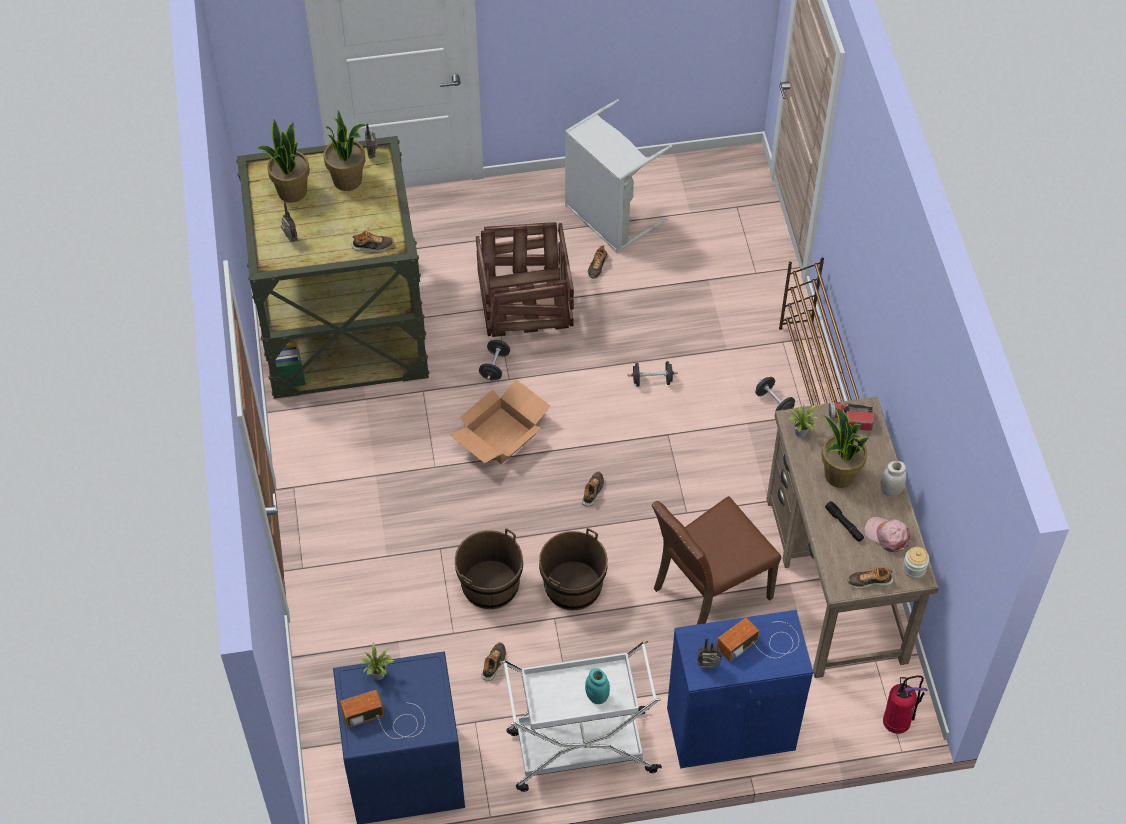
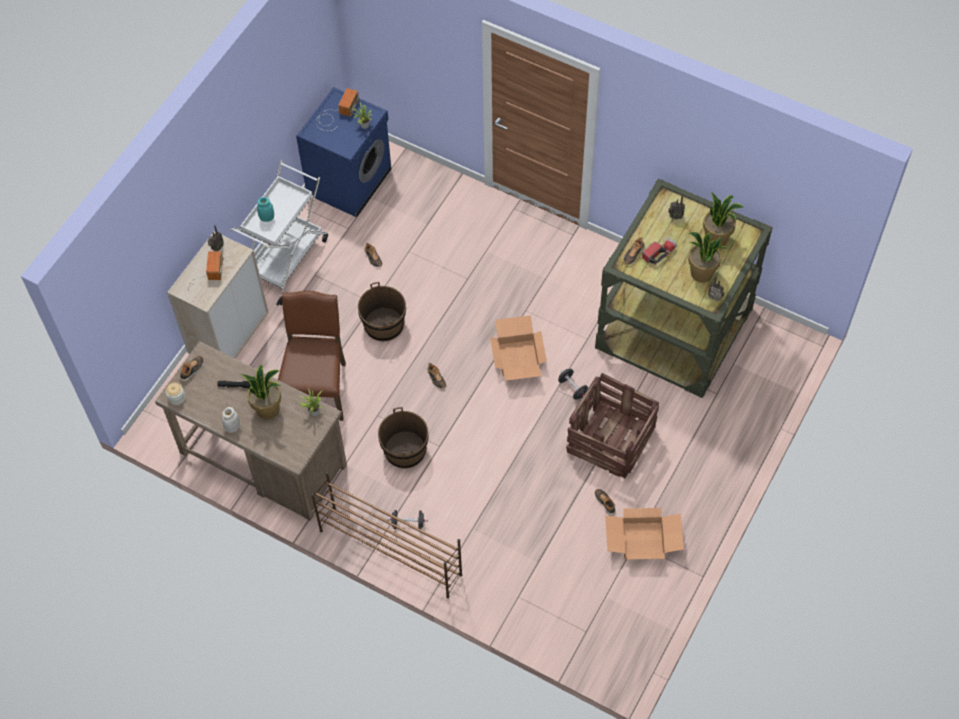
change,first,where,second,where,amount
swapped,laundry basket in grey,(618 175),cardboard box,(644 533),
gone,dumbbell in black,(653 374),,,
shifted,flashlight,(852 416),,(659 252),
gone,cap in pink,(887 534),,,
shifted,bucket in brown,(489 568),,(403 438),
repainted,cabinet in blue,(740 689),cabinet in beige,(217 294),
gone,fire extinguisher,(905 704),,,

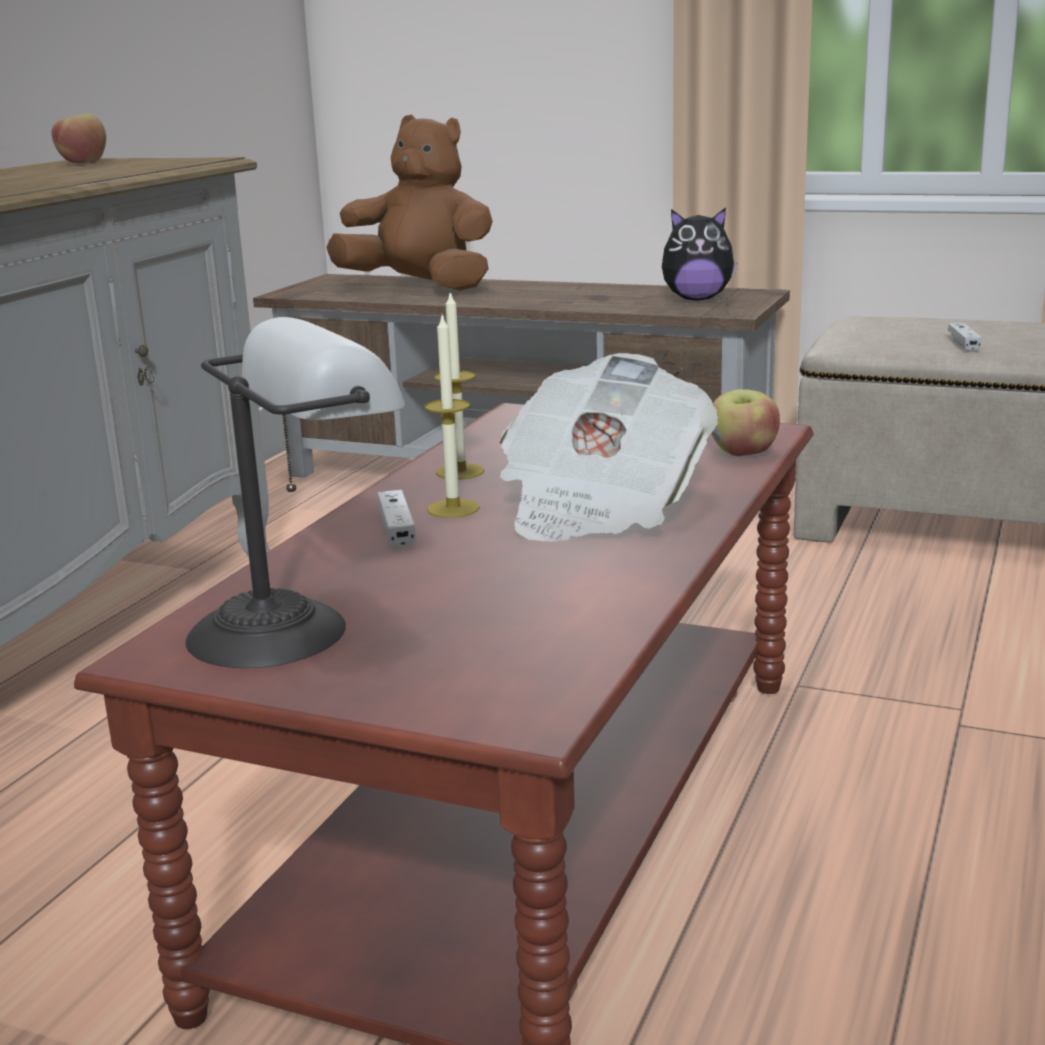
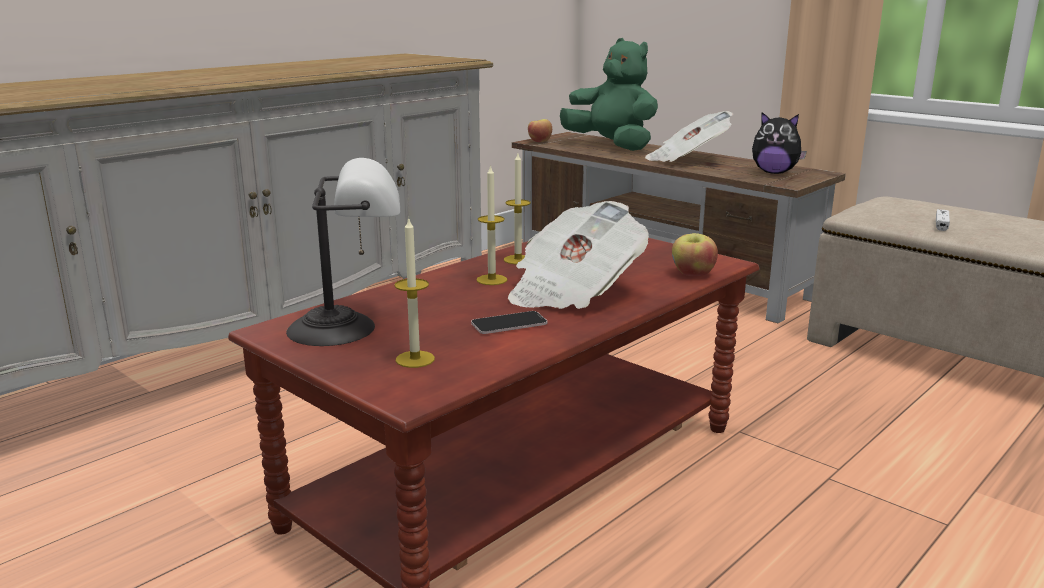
change,first,where,second,where,amount
shifted,apple,(79 138),,(540 130),
repainted,plush toy in brown,(409 202),plush toy in green,(609 94),
gone,game controller in white,(397 519),,,
new,,,newspaper,(689 136),
new,,,candle,(414 292),
new,,,phone,(509 322),

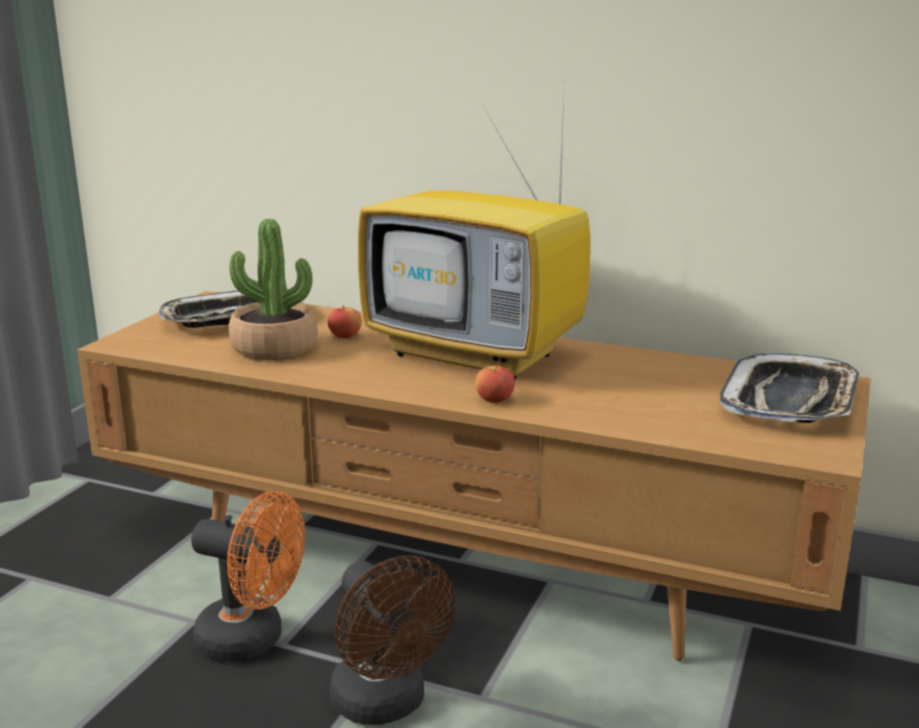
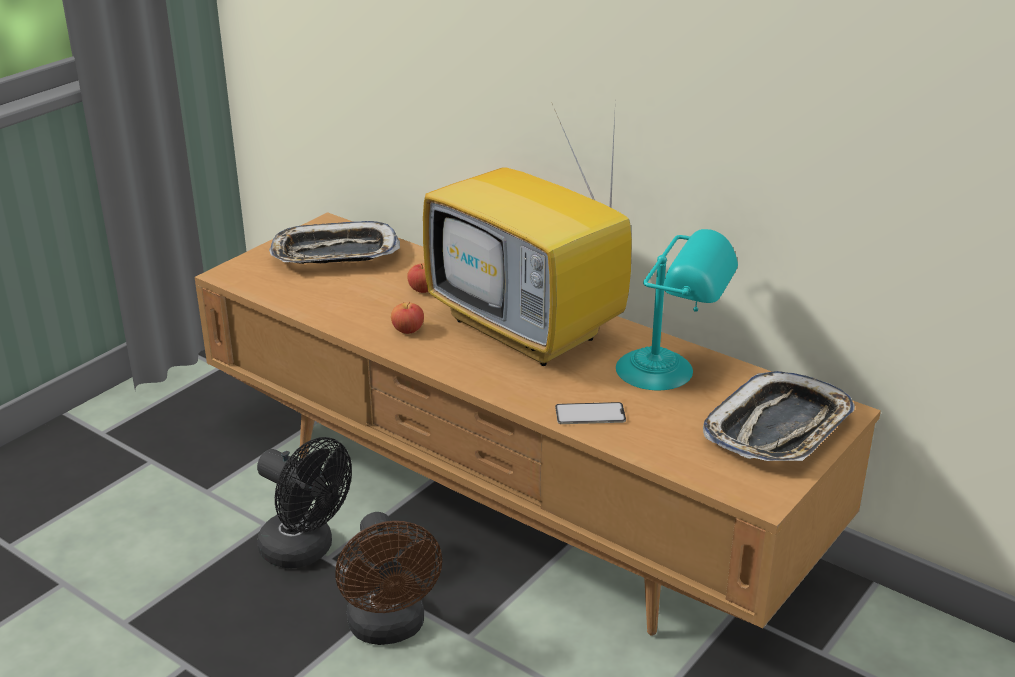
change,first,where,second,where,amount
gone,potted plant,(273 289),,,
shifted,apple,(495 383),,(407 318),
repainted,fan in orange,(248 576),fan in black,(304 503),
new,,,table lamp in turquoise,(677 309),
new,,,phone,(590 413),

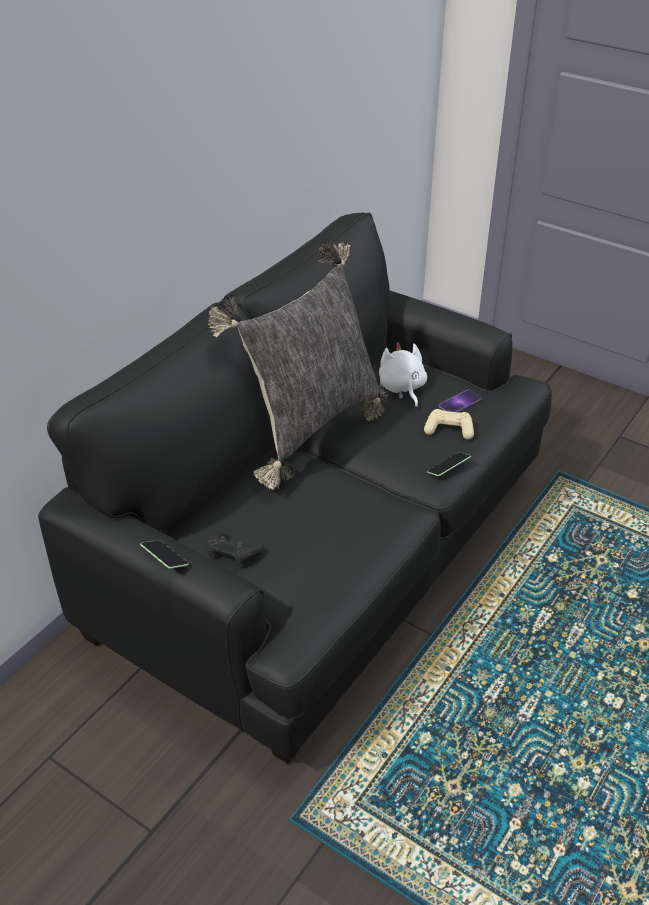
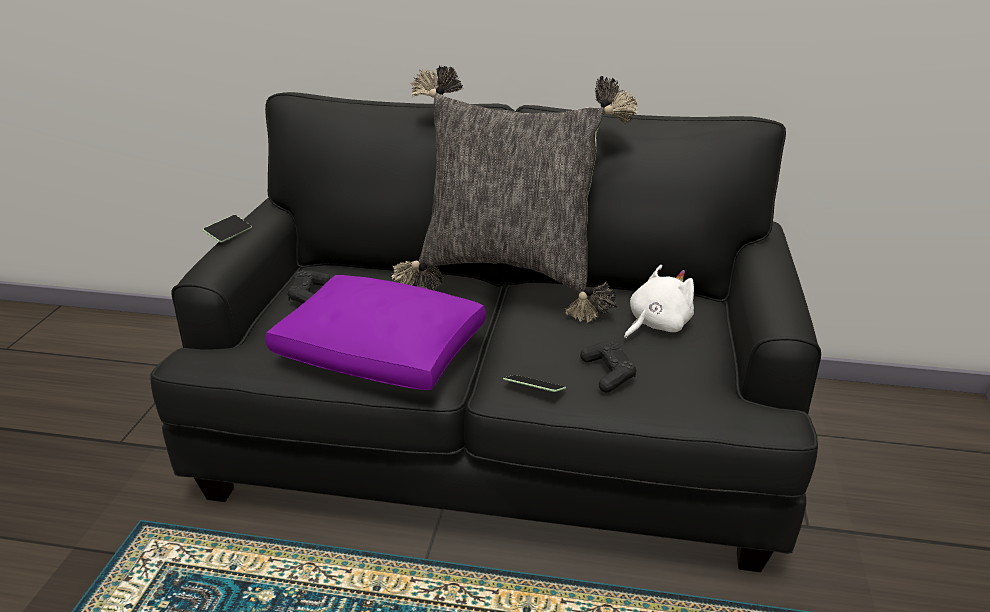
change,first,where,second,where,amount
gone,phone,(460 400),,,
repainted,game controller in beige,(449 424),game controller in black,(608 367),
new,,,pillow in purple,(375 332),

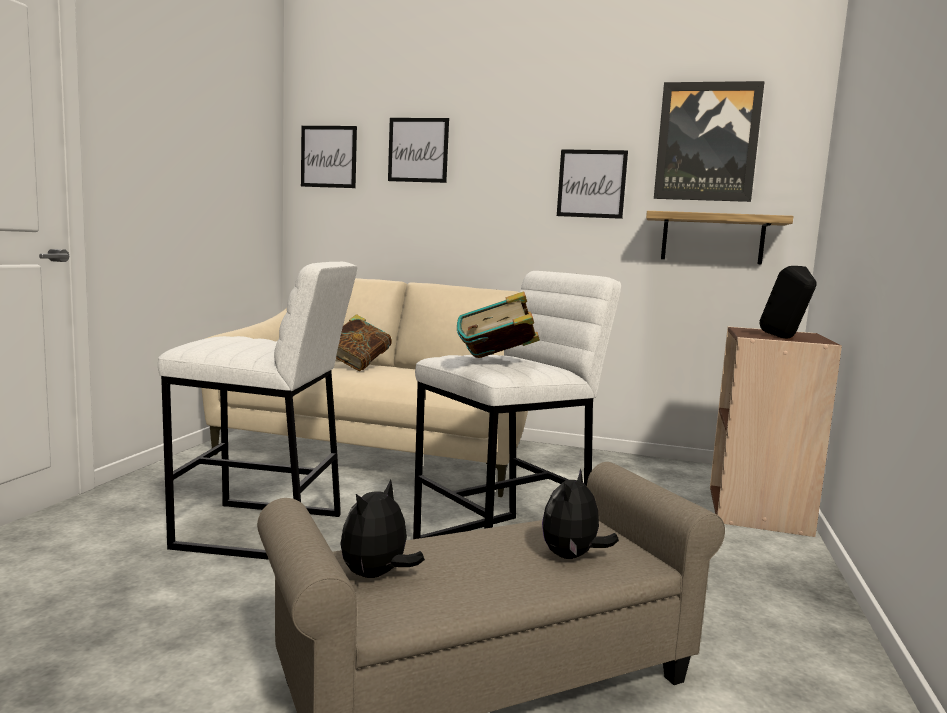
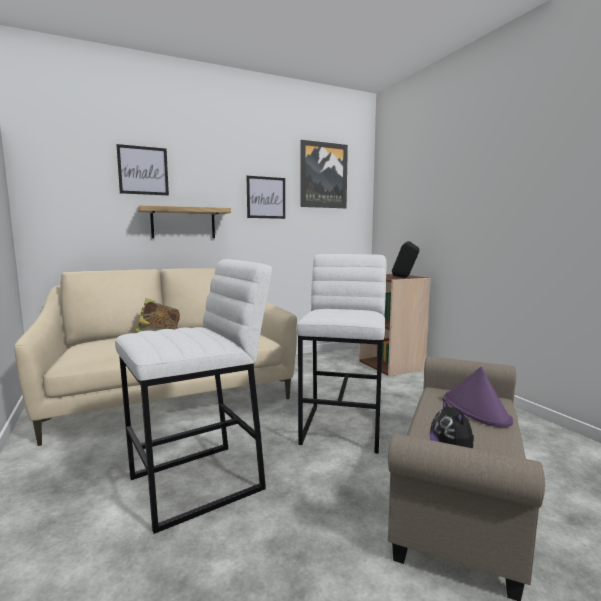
change,first,where,second,where,amount
gone,picture,(329 157),,,
shifted,shelf,(719 237),,(184 221),
gone,book,(498 324),,,
swapped,plush toy,(580 514),hat in purple,(479 397),

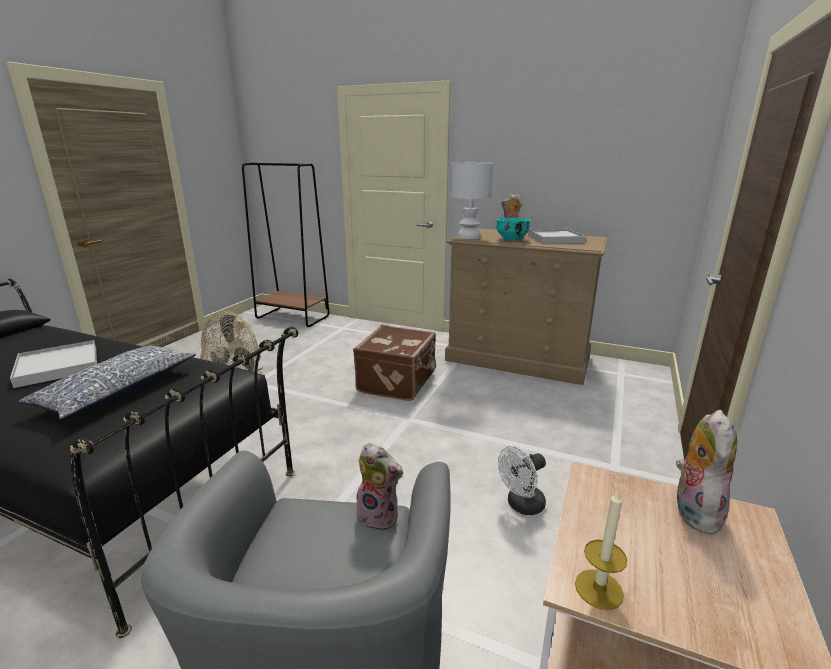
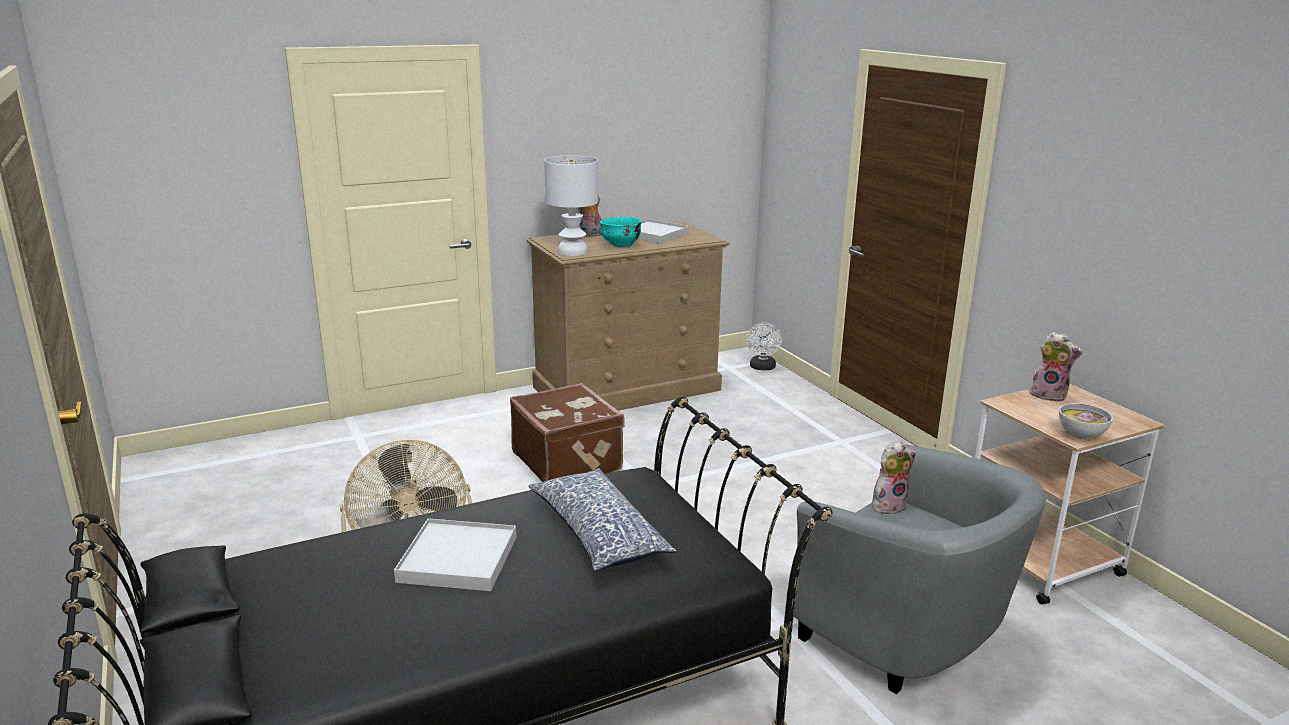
change,first,where,second,where,amount
gone,clothes rack,(286 245),,,
rotated,plush toy,(706 474),,(1056 367),150 degrees clockwise
shifted,fan in white,(522 480),,(764 346),
swapped,candle,(601 549),bowl,(1086 421),

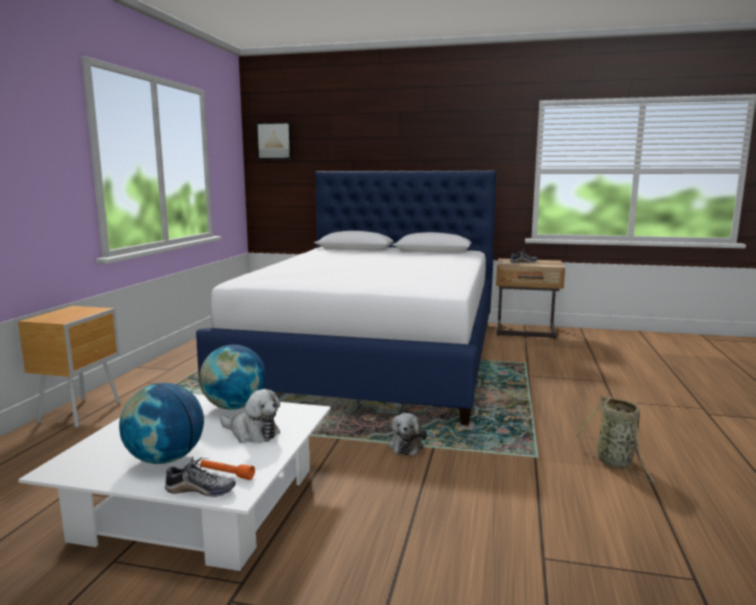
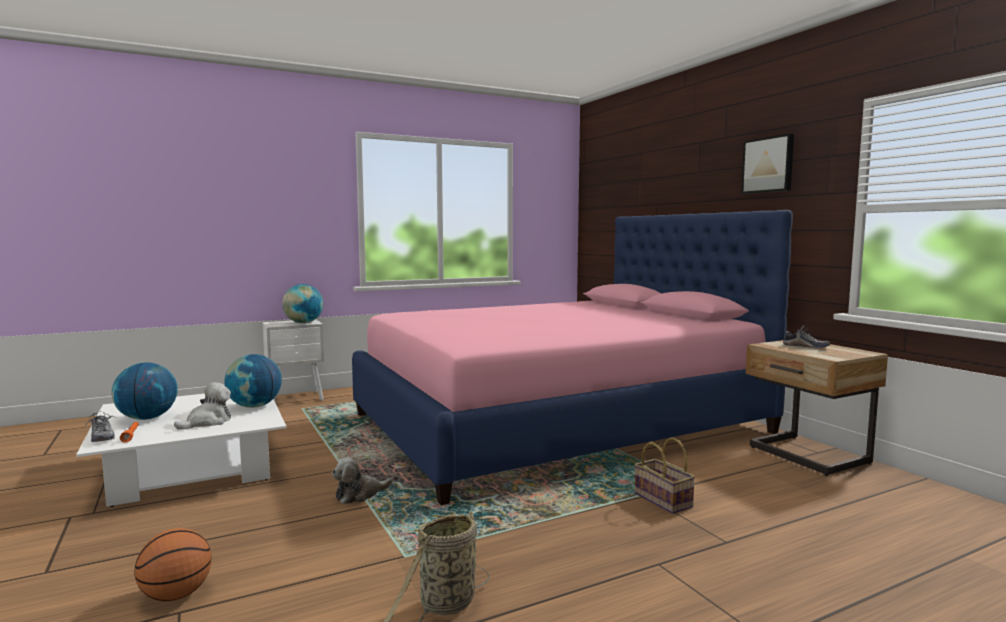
change,first,where,second,where,amount
shifted,picture,(274 141),,(767 164),
repainted,bed in white,(346 297),bed in pink,(572 357),
repainted,nightstand in brown,(69 367),nightstand in white,(293 361),
rotated,plush toy,(250 416),,(202 406),135 degrees counterclockwise
new,,,globe,(302 303),
new,,,basket,(664 476),
new,,,basketball,(173 565),

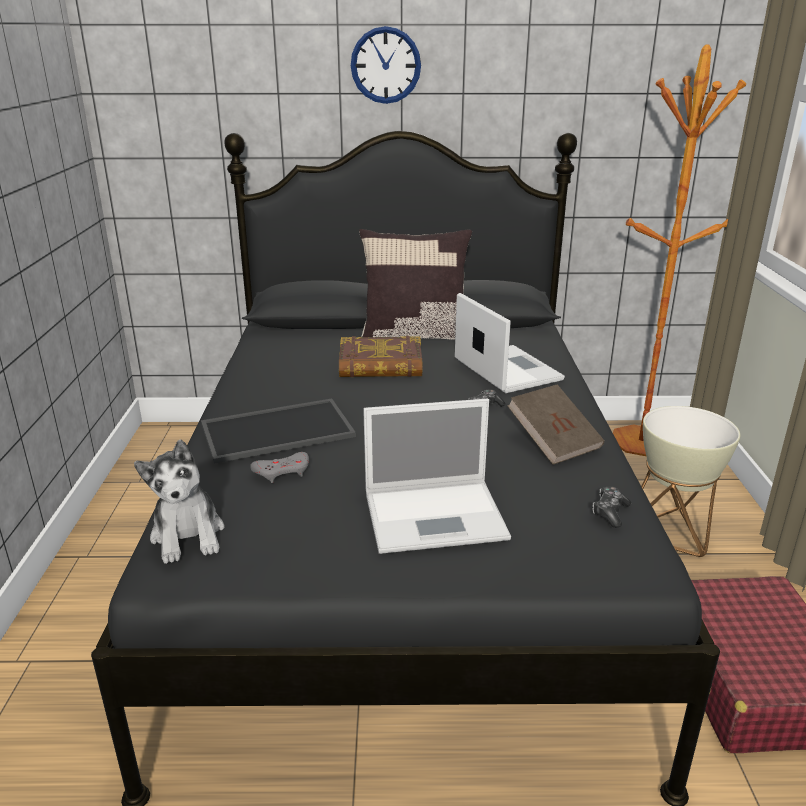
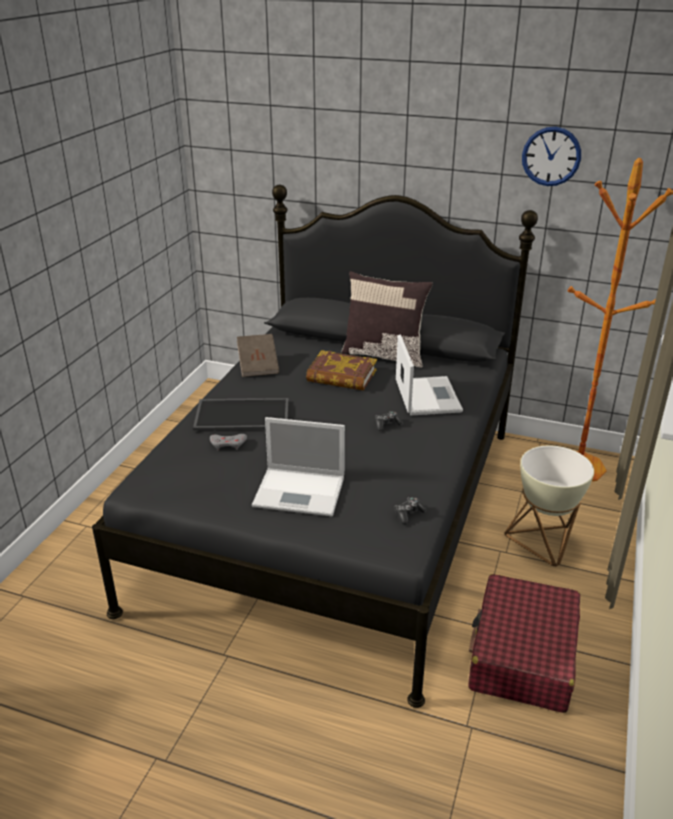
change,first,where,second,where,amount
shifted,wall clock,(386 65),,(551 156),
shifted,book in brown,(556 425),,(258 355),
gone,plush toy,(179 501),,,

